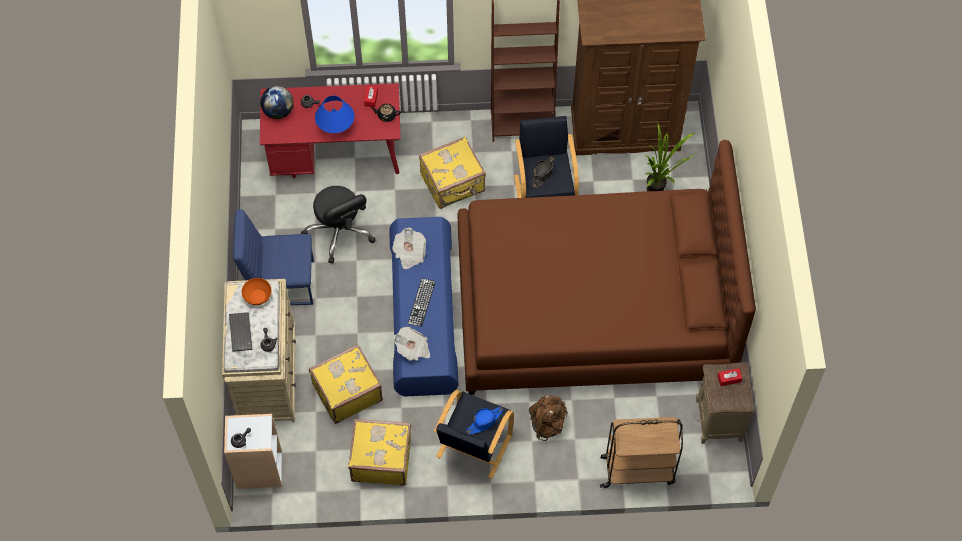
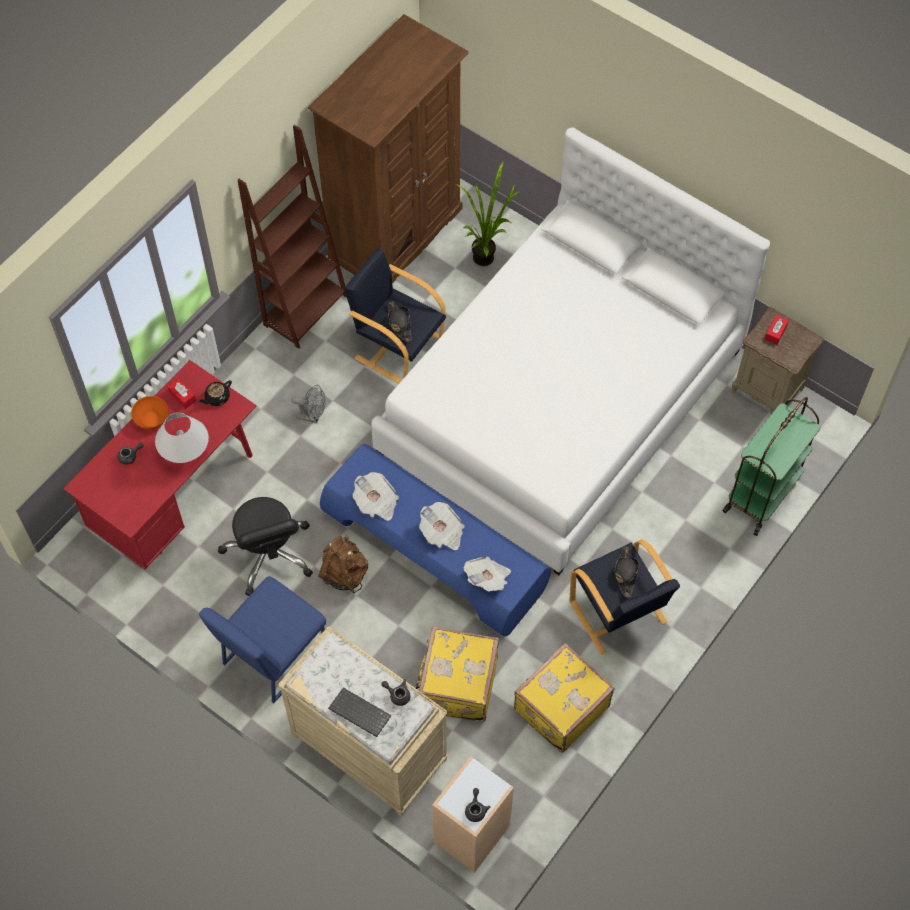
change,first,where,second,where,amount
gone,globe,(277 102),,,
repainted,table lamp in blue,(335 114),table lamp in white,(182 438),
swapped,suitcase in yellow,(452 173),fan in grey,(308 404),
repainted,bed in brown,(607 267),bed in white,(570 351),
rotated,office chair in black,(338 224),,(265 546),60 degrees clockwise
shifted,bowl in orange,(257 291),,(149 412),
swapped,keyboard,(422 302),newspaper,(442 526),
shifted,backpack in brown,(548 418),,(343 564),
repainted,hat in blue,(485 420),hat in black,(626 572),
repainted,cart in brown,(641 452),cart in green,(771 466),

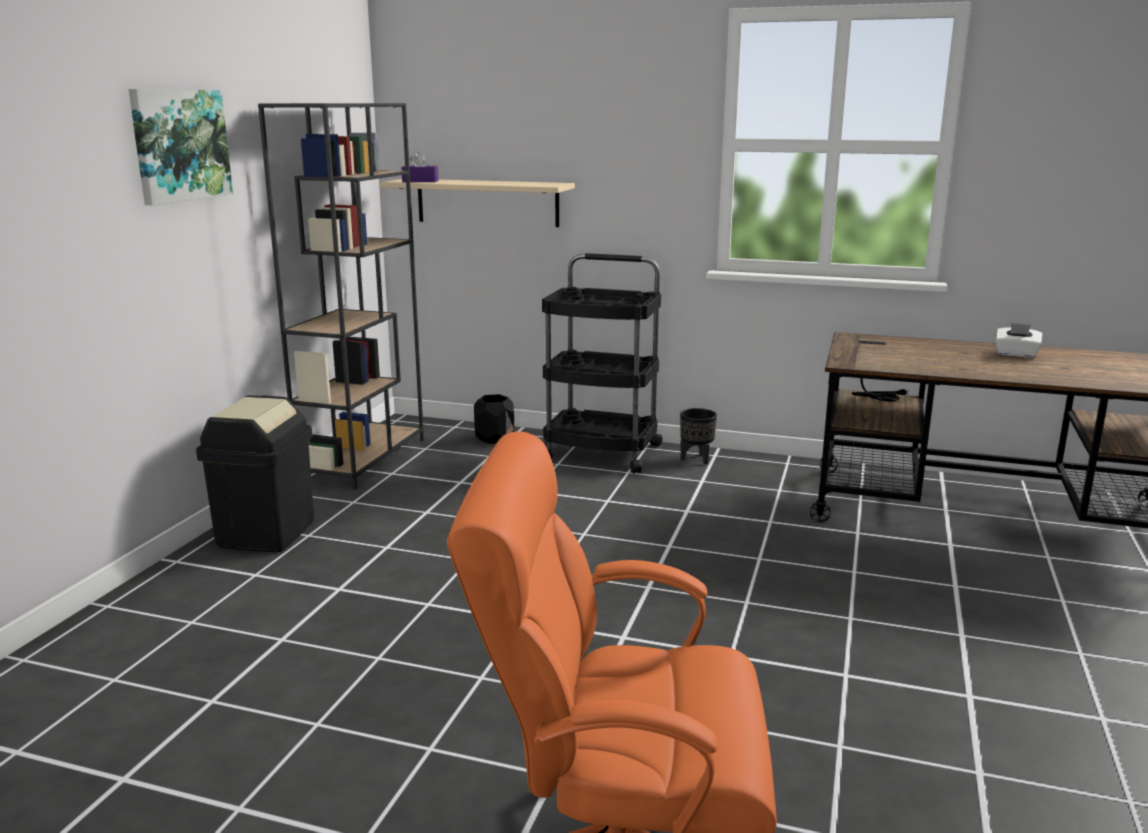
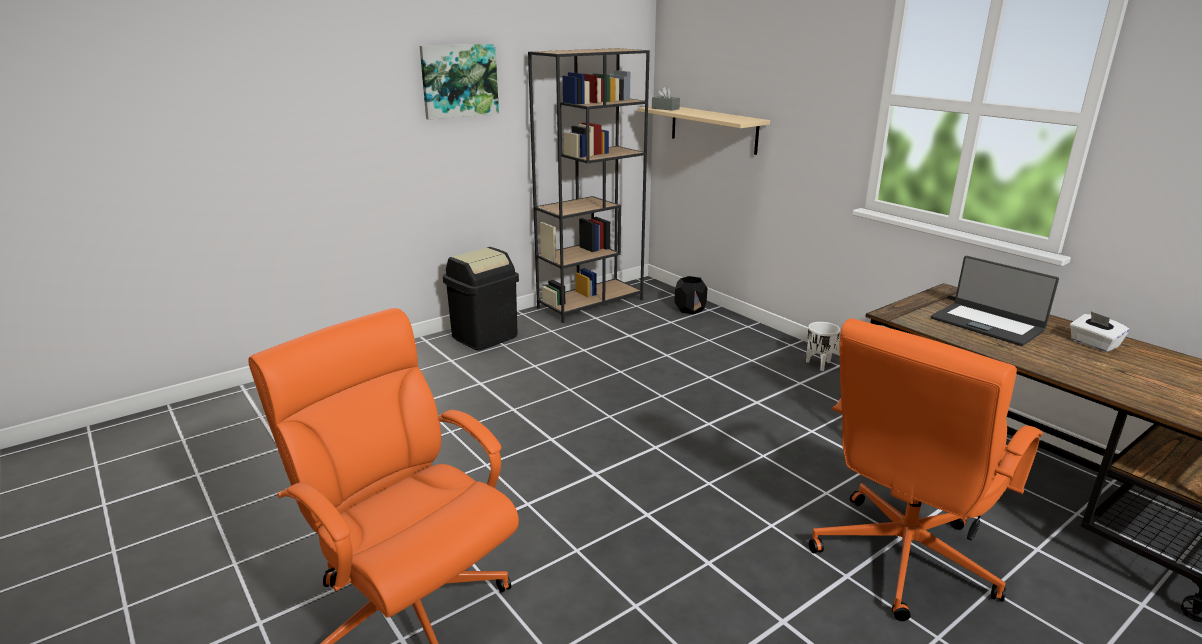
change,first,where,second,where,amount
repainted,tissue box in purple,(419 167),tissue box in grey,(666 98),
gone,cart in black,(602 363),,,
repainted,planter in black,(698 436),planter in white,(823 346),
new,,,laptop,(995 301),
new,,,office chair in orange,(926 470),

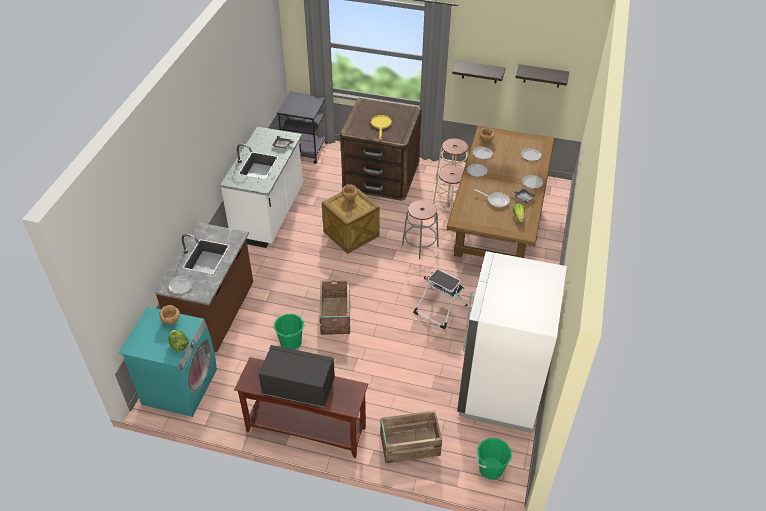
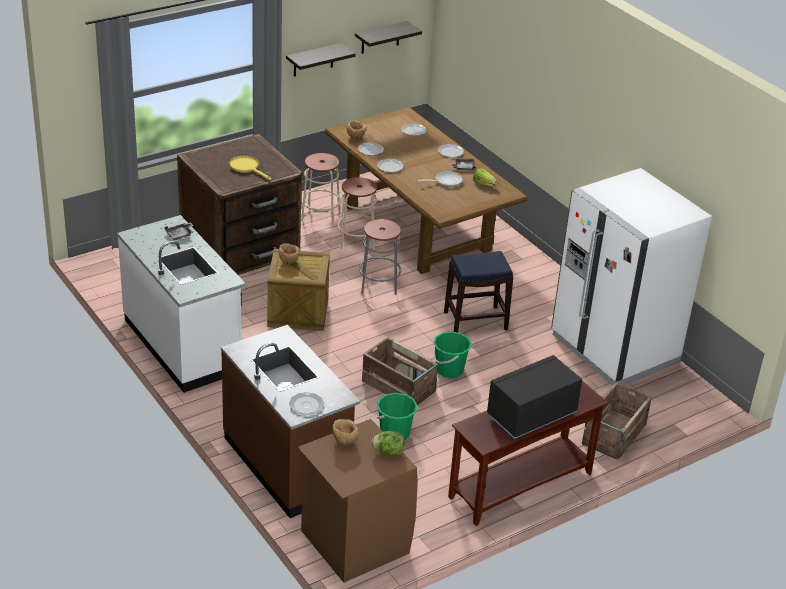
change,first,where,second,where,amount
gone,cart in black,(302 127),,,
swapped,step ladder,(440 299),stool,(478 292),
repainted,washing machine in turquoise,(167 362),washing machine in brown,(358 501),
shifted,bucket in green,(494 459),,(452 354),

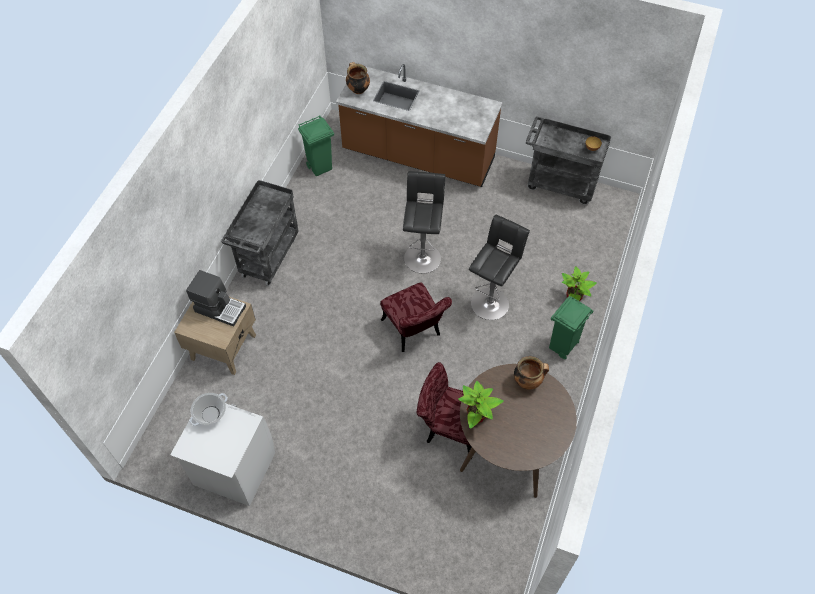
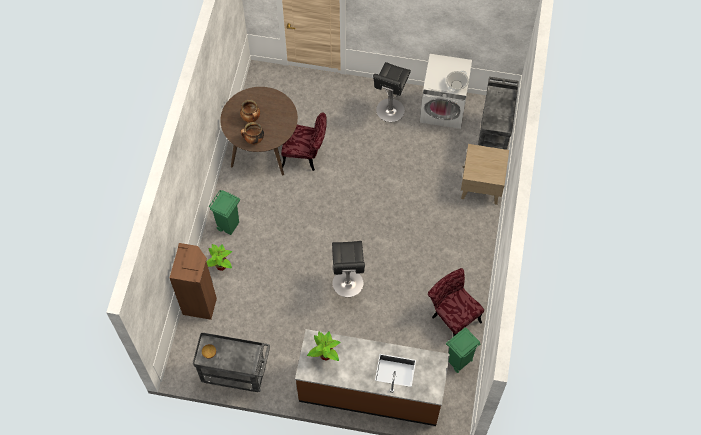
change,first,where,second,where,amount
shifted,cooking pot,(358 78),,(250 111),
shifted,cart in black,(259 233),,(498 113),
shifted,stool in black,(499 267),,(392 92),
gone,coffee machine,(216 298),,,
shifted,chair in red,(416 317),,(456 302),
shifted,potted plant,(481 405),,(324 346),
new,,,cabinet in brown,(193 281),

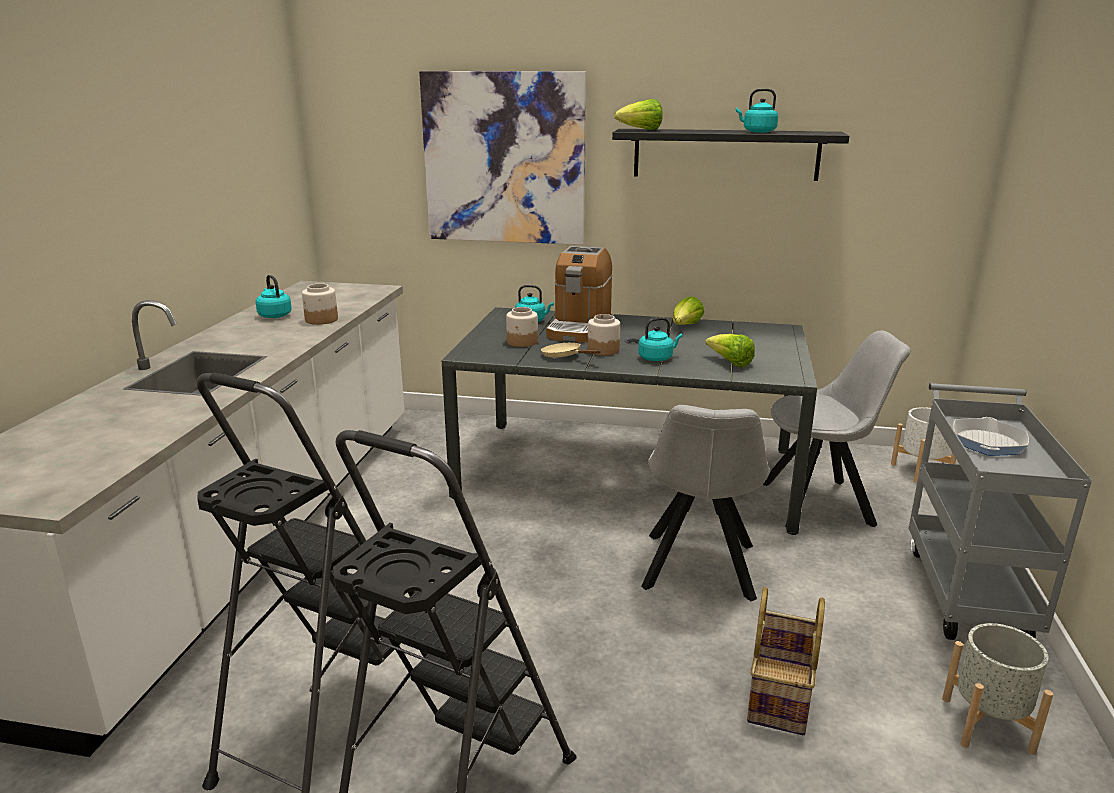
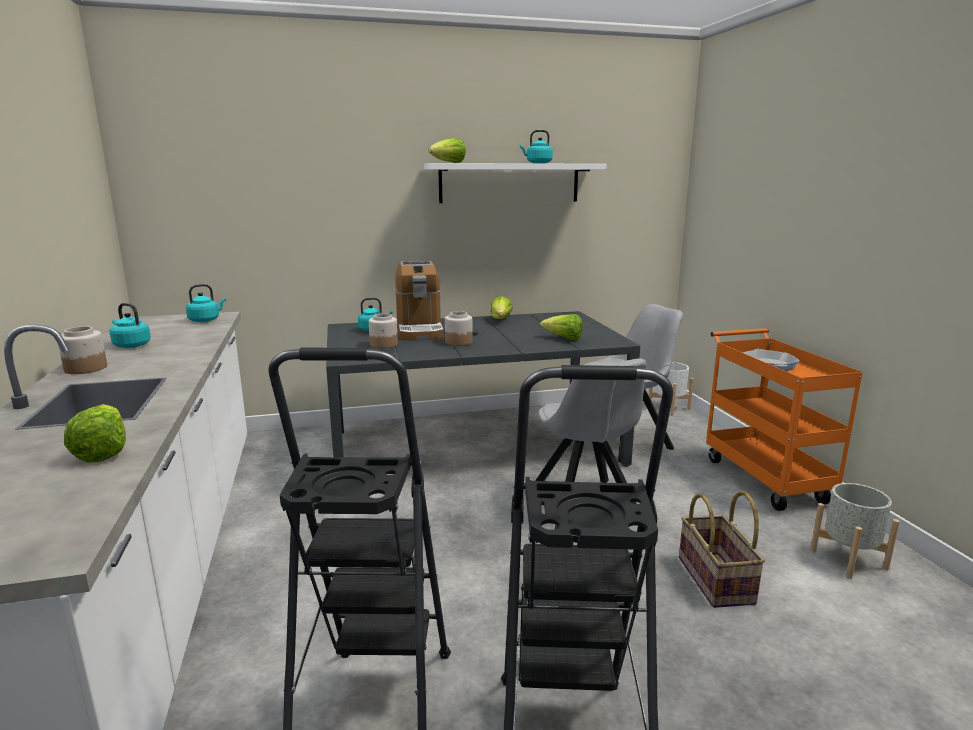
change,first,where,second,where,amount
gone,picture,(502 158),,,
repainted,shelf in black,(730 155),shelf in white,(515 183),
shifted,jar,(320 304),,(82 350),
shifted,kettle in turquoise,(660 339),,(206 303),
gone,frying pan in beige,(571 350),,,
repainted,cart in grey,(1000 511),cart in orange,(784 419),
new,,,lettuce,(95 433),

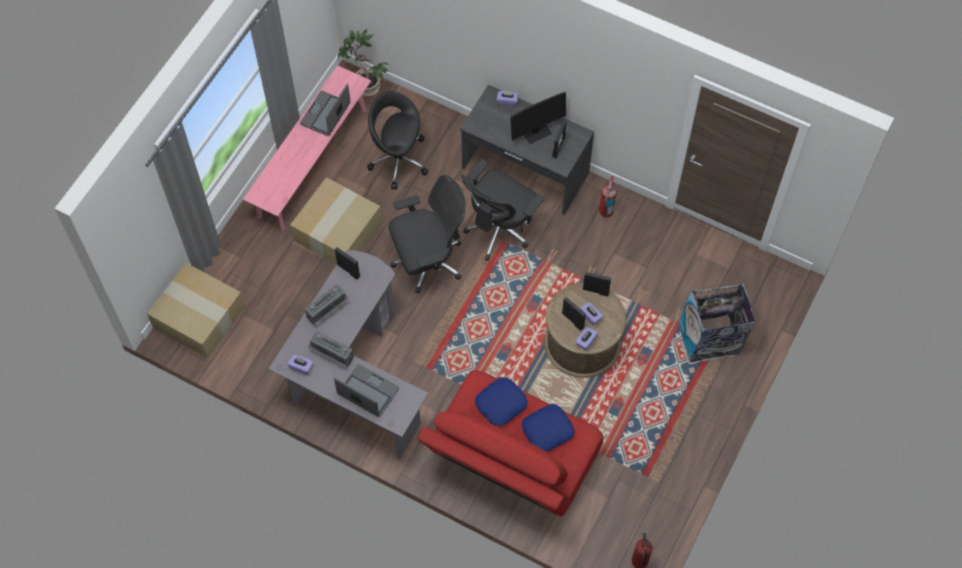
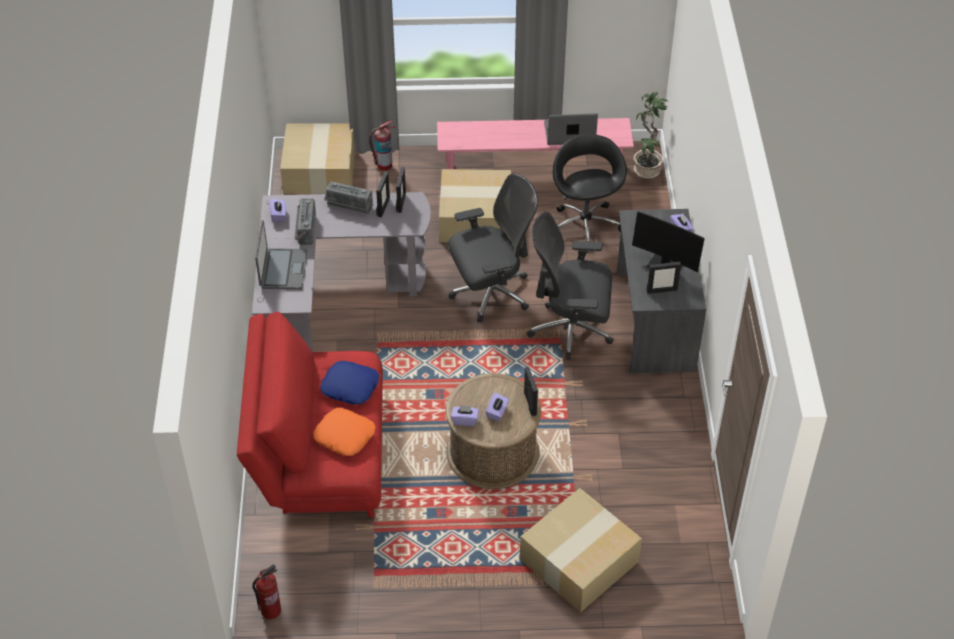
change,first,where,second,where,amount
rotated,office chair,(427 234),,(493 248),60 degrees counterclockwise
shifted,fire extinguisher,(608 196),,(382 146),
swapped,trash can,(716 324),cardboard box,(581 550),
shifted,picture frame,(574 314),,(383 194),
repainted,pillow in blue,(548 428),pillow in orange,(344 432),

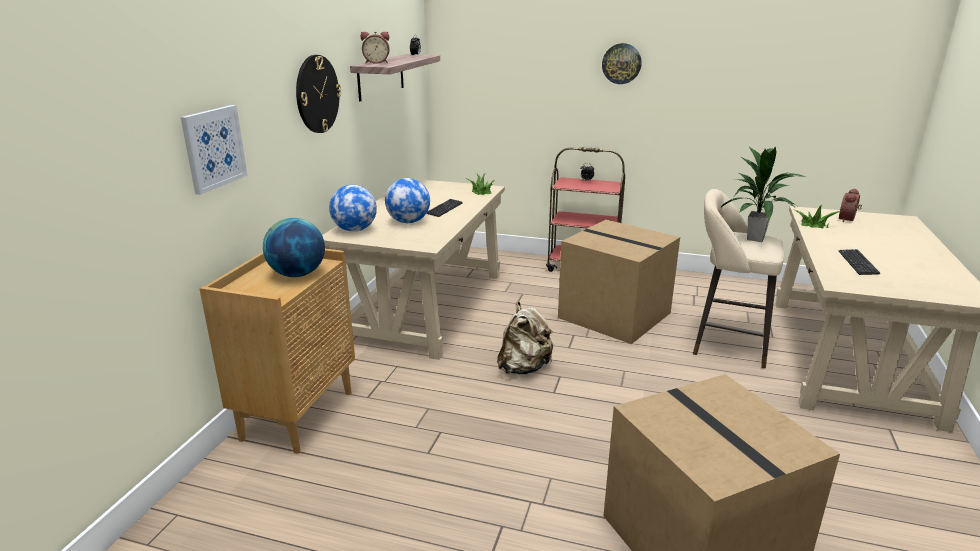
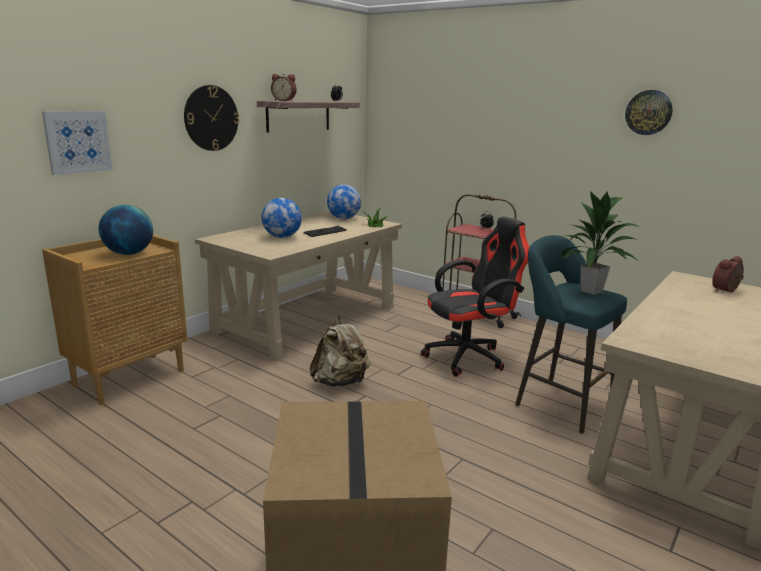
change,first,where,second,where,amount
shifted,wall clock,(622 63),,(649 112),
shifted,globe,(353 208),,(344 201),
repainted,stool in beige,(738 278),stool in turquoise,(571 334),
gone,potted plant,(818 216),,,
swapped,cardboard box,(619 282),office chair in black,(475 297),
gone,keyboard,(859 262),,,

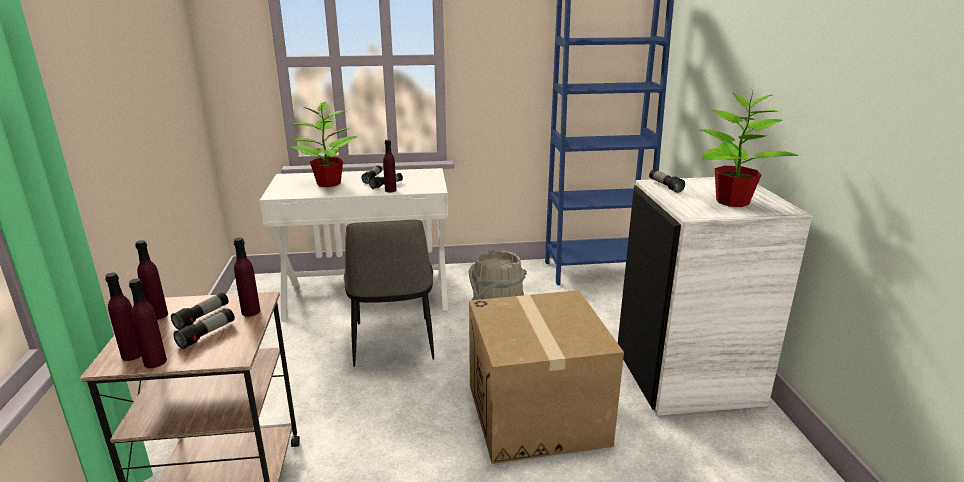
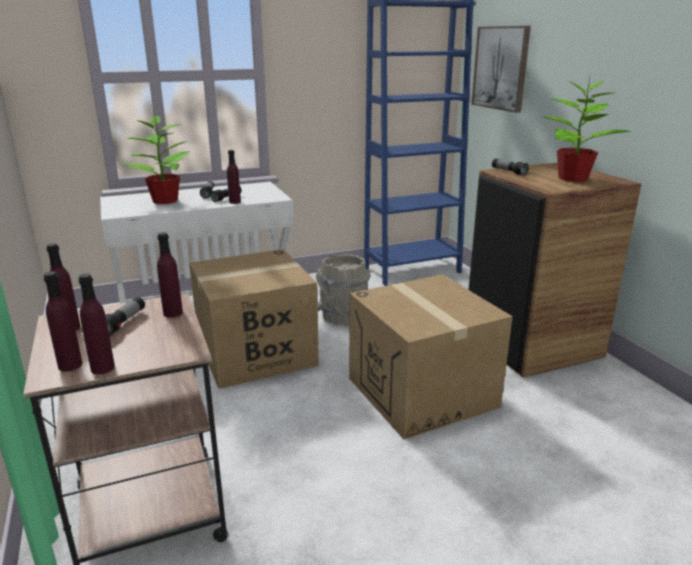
change,first,where,second,where,amount
repainted,cabinet in white,(715 296),cabinet in brown,(555 270),
swapped,chair,(389 293),cardboard box,(254 319),
gone,flashlight,(204 329),,,
new,,,picture,(501 69),

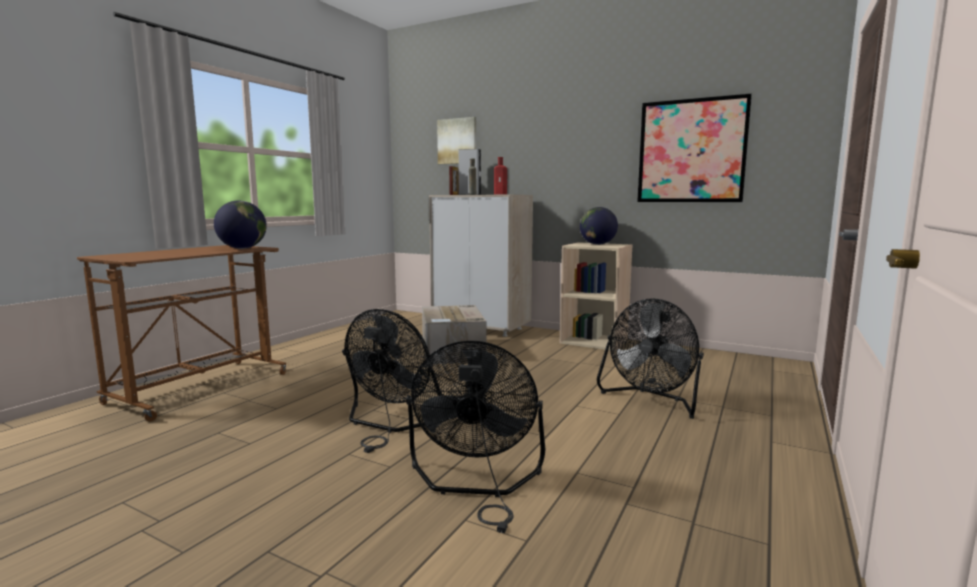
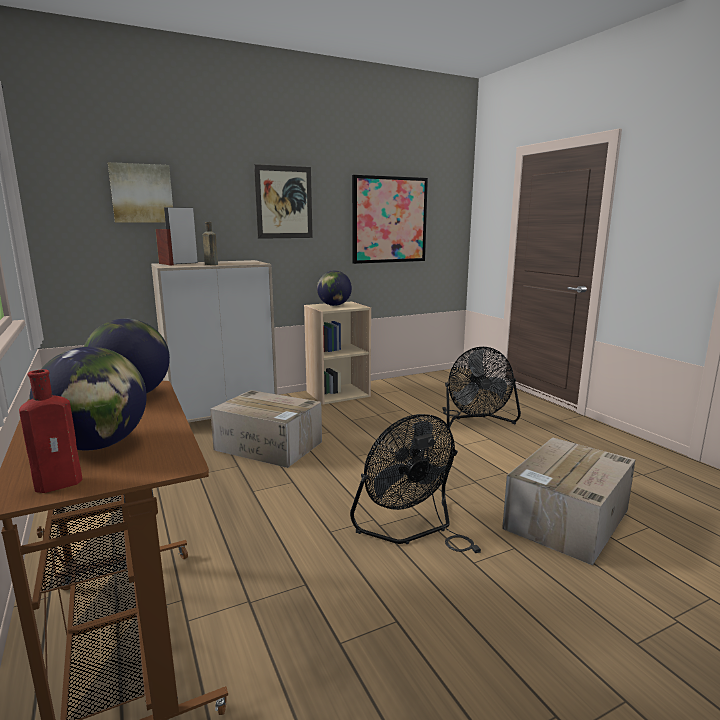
change,first,where,second,where,amount
shifted,bottle in red,(500 175),,(50 431),
swapped,fan in black,(475 437),cardboard box,(568 501),
new,,,picture,(283 201),
new,,,globe,(88 398),

